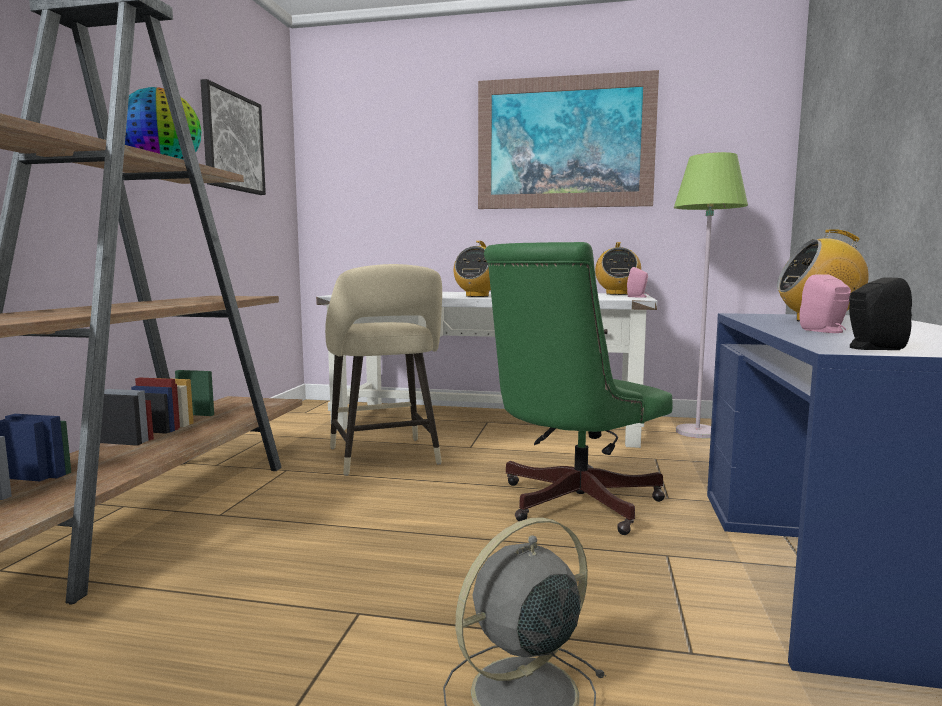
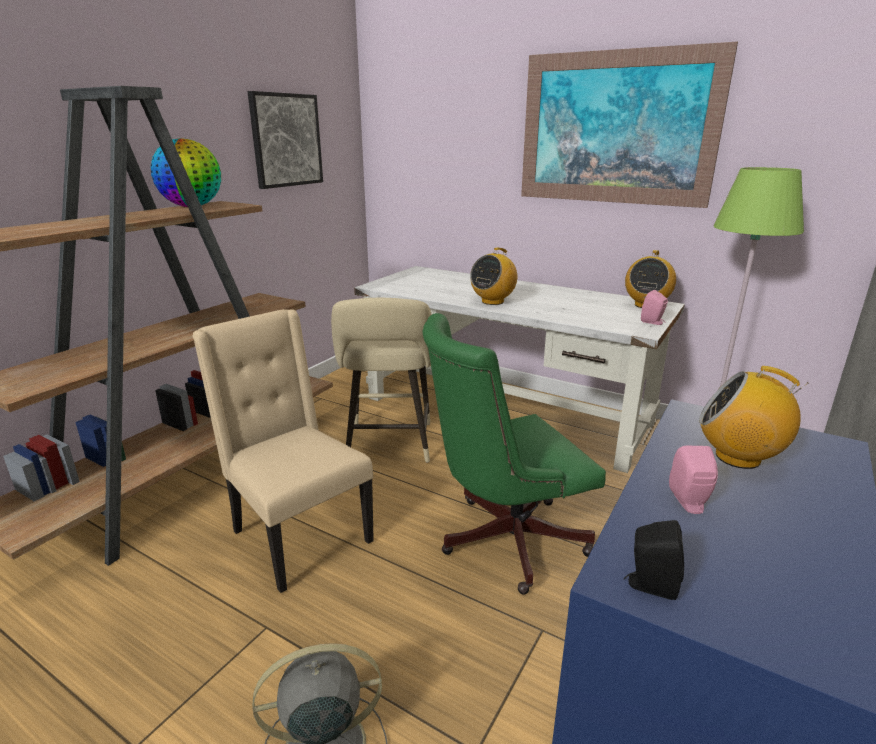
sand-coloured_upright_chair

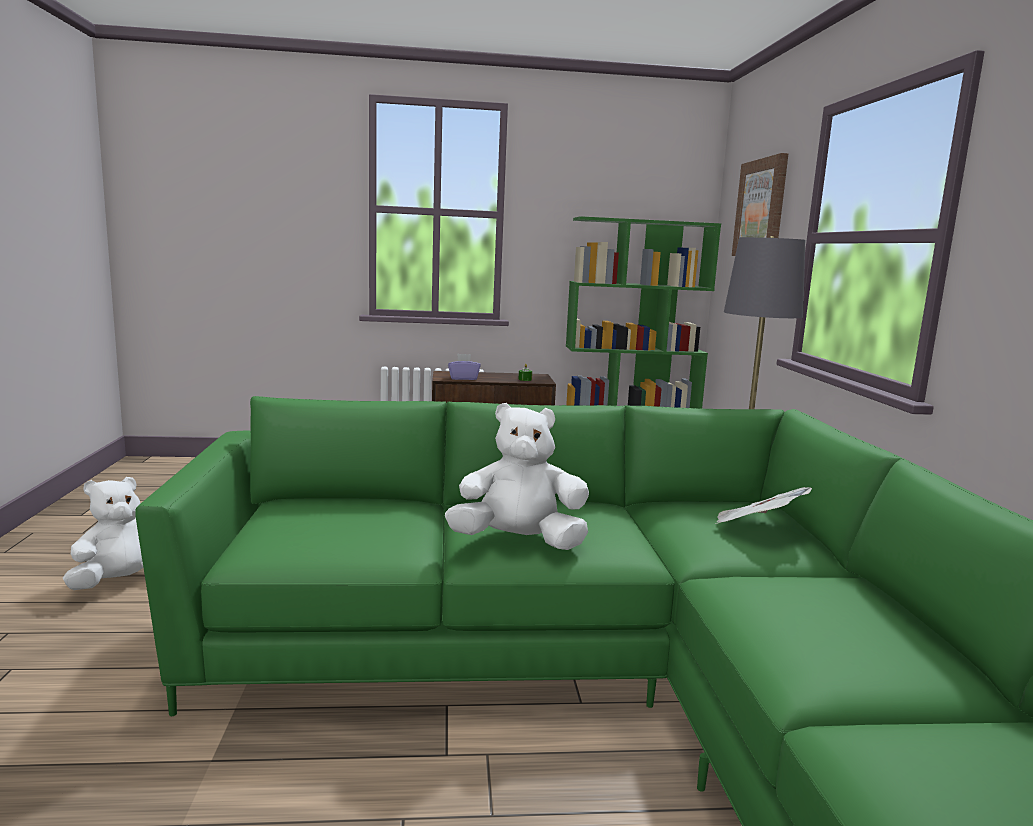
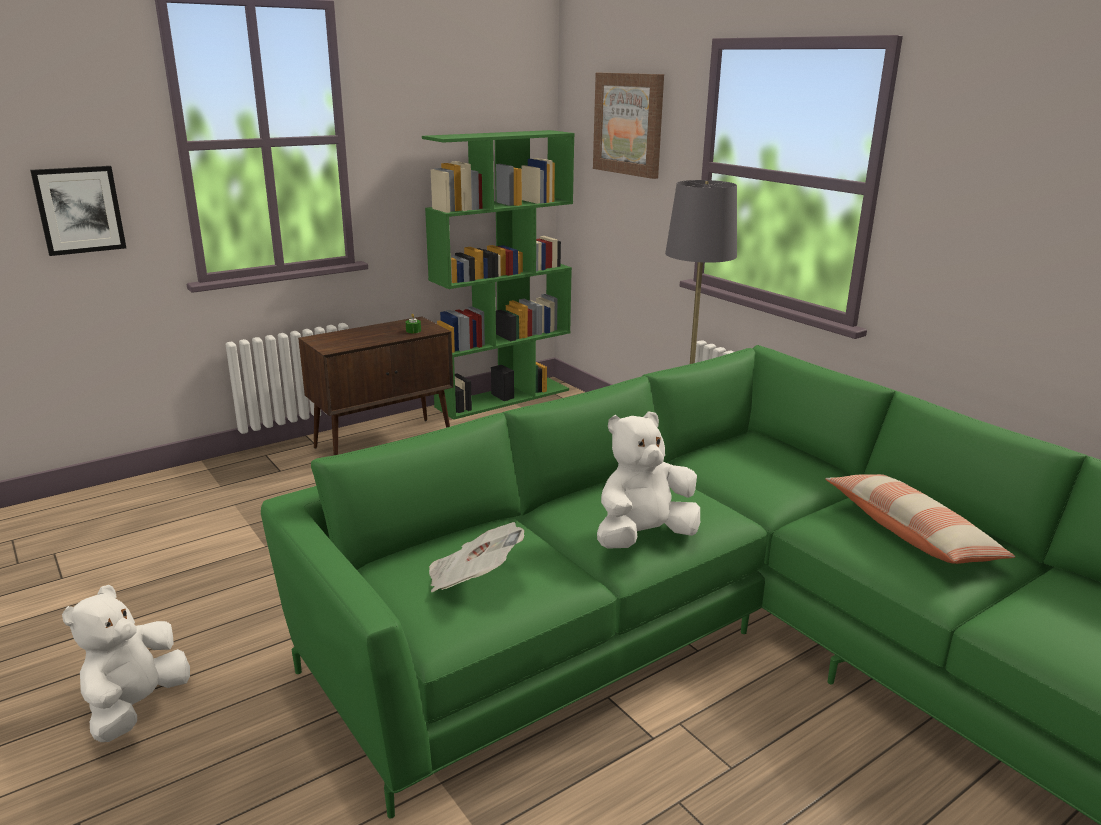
purple_tissue_box
printed_paper
picture (no. 1 from left)
pillow

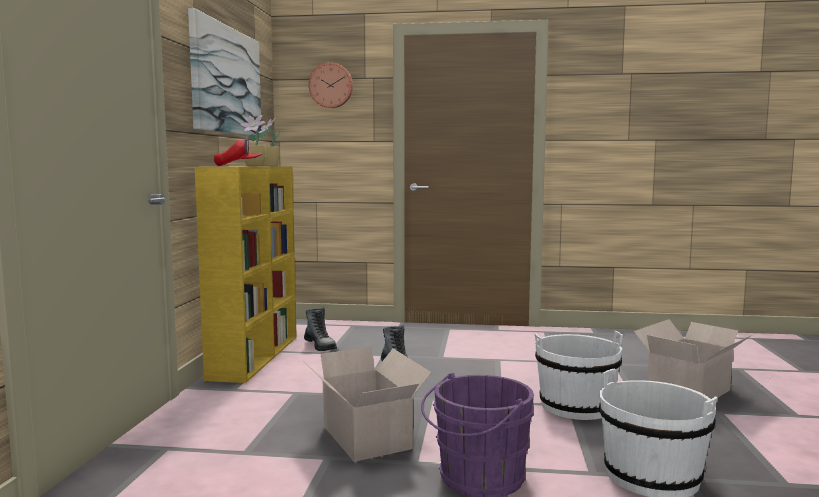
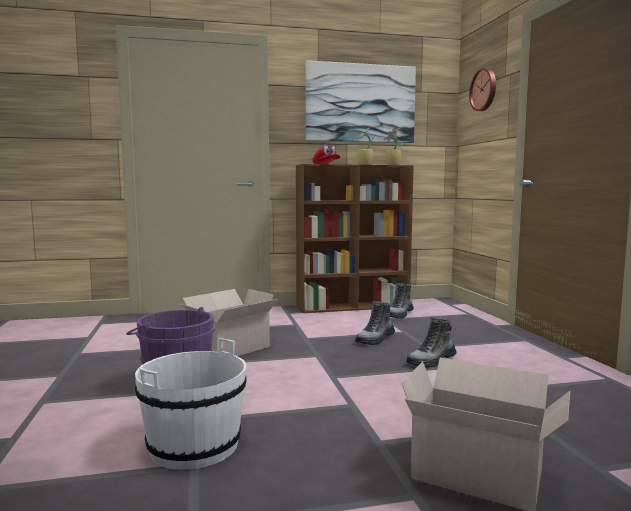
brown-coloured_shelving_unit
white-coloured_bucket (no. 1 from left in the first image)
tall_boot (no. 3 from left)

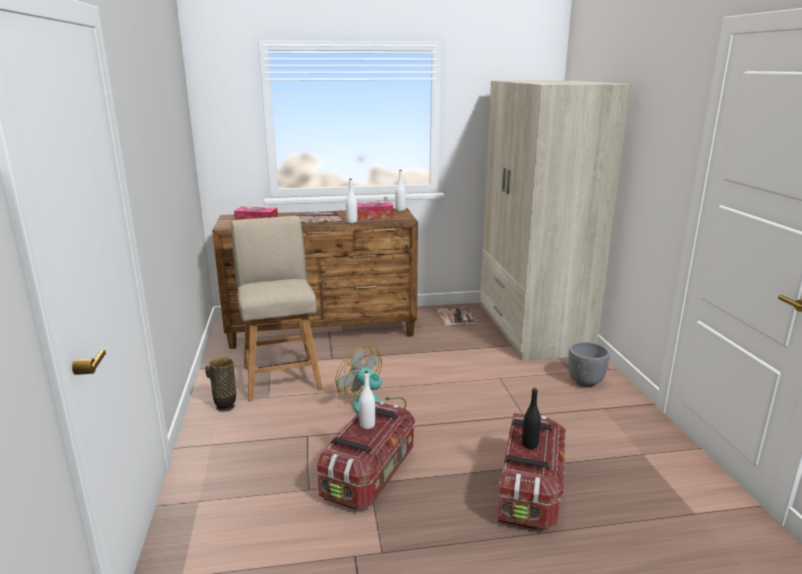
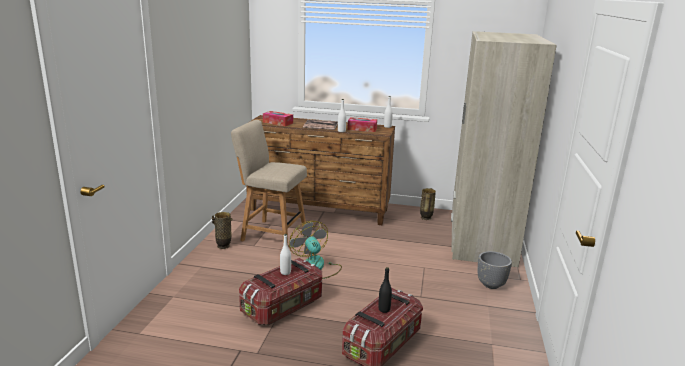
sand-coloured_upright_chair
decorative_vase (no. 2 from left)

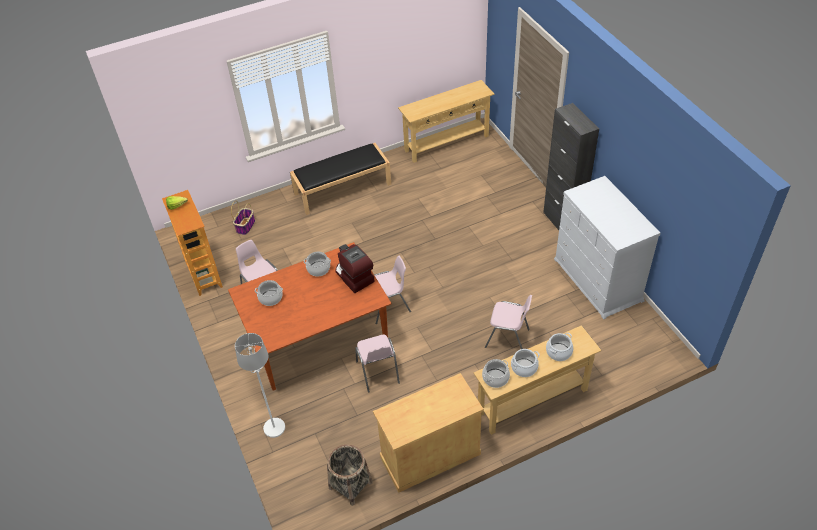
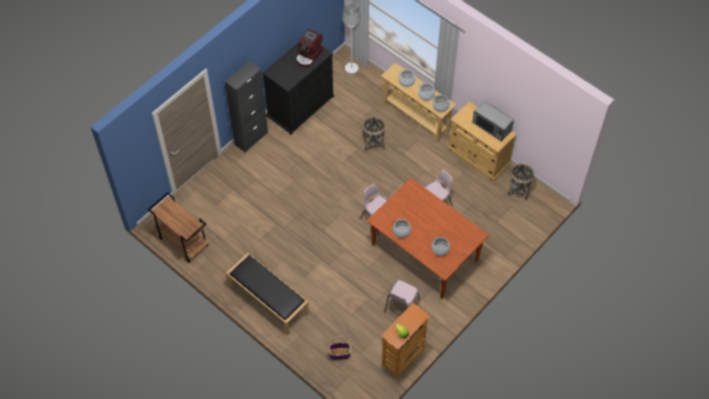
brown-coloured_trolley
blackish_chest_of_drawers
coffee_machine
storage_basket (no. 2 from left)
white-coloured_standing_lamp
microwave

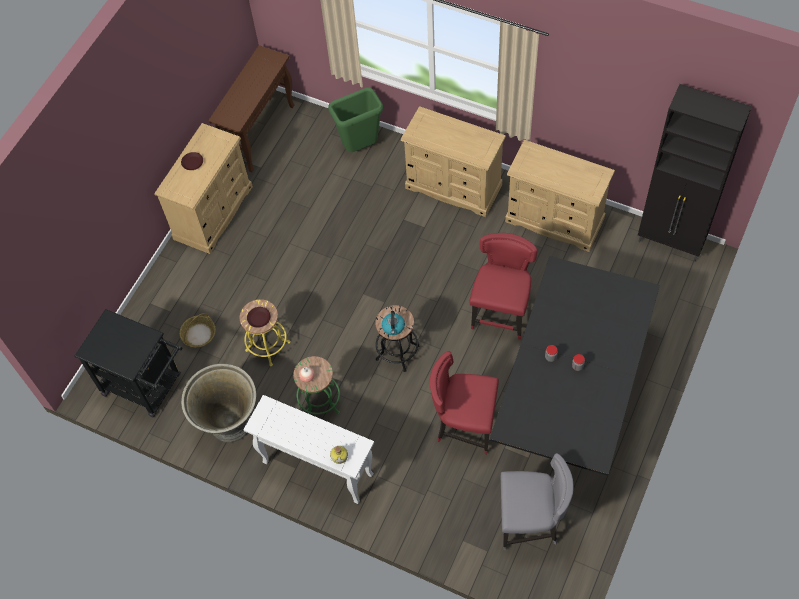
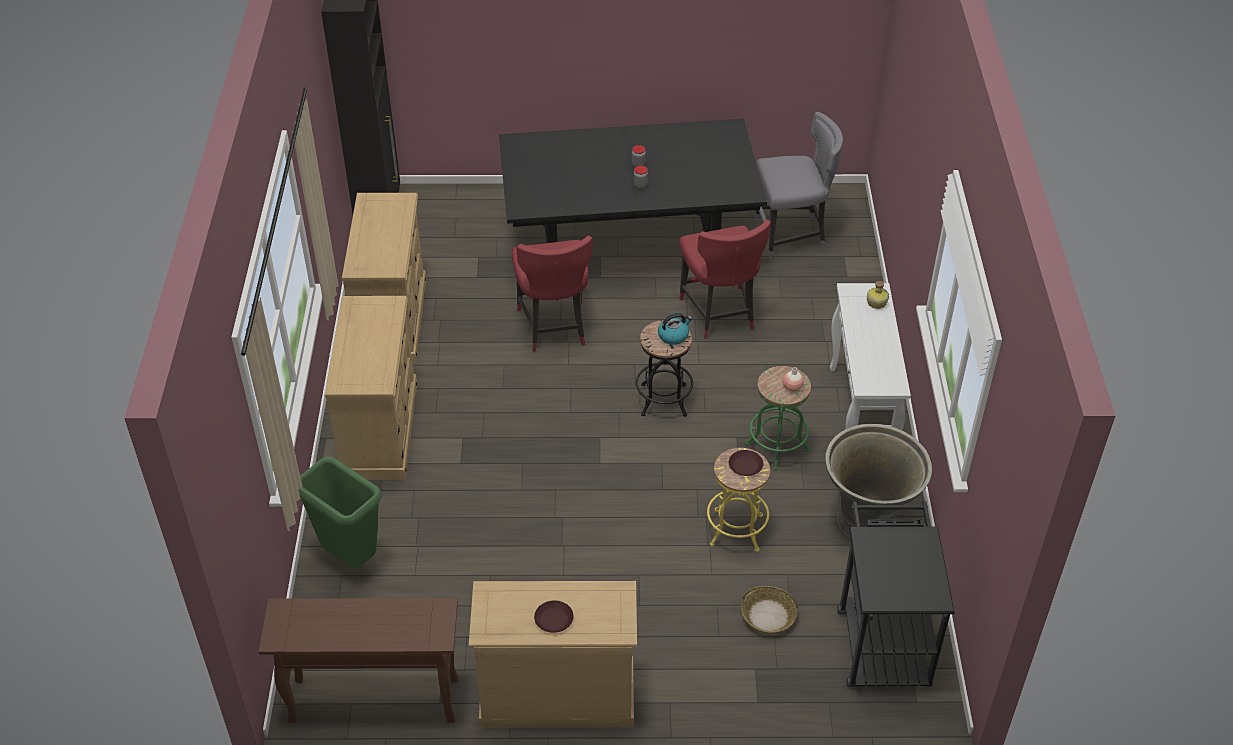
red-coloured_upright_chair (no. 1 from left)
grey_upright_chair

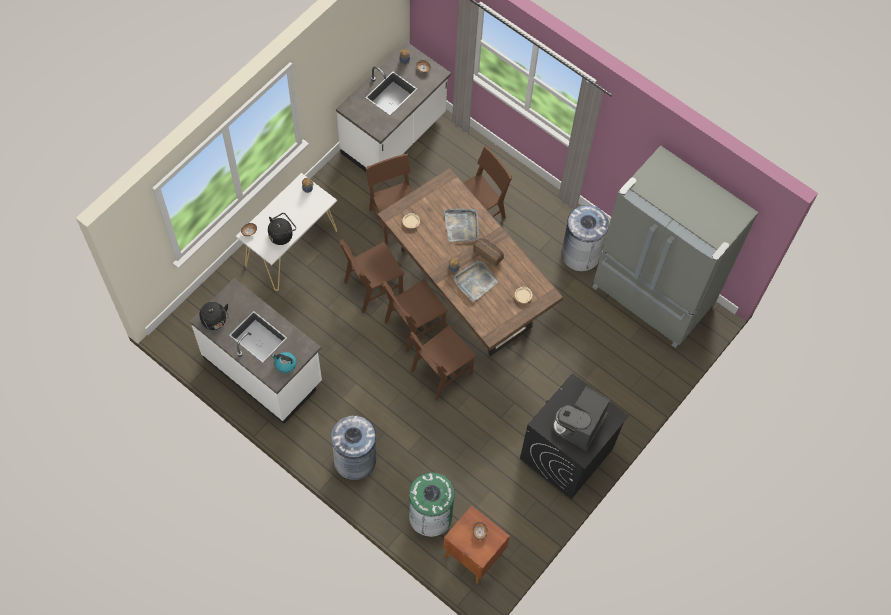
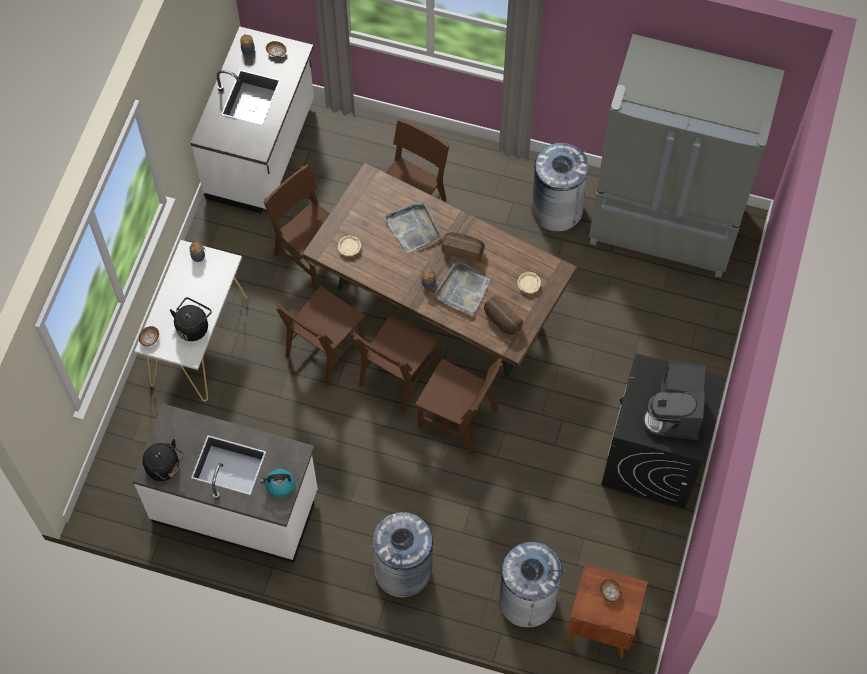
brown-coloured_upright_chair (no. 5 from left)
grey_waste_bin (no. 2 from left)
baked_bread (no. 2 from left)

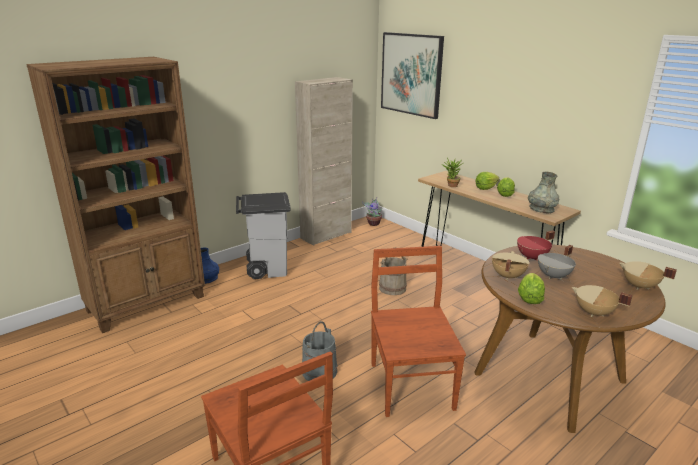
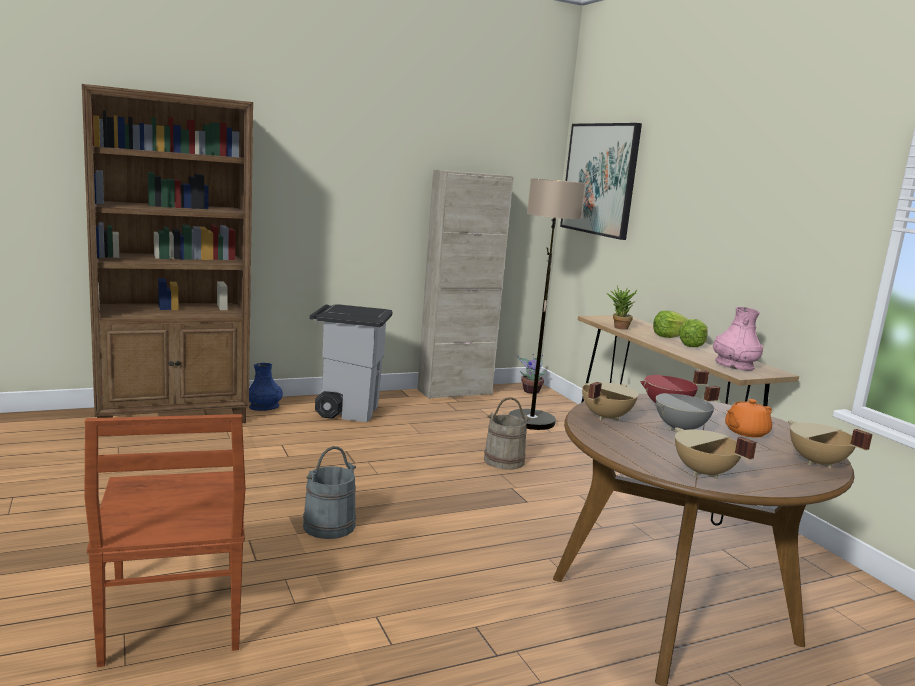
pink_decorative_vase
brown-coloured_upright_chair (no. 2 from left in the first image)
lettuce_head (no. 3 from left in the first image)
standing_lamp
orange-coloured_teapot

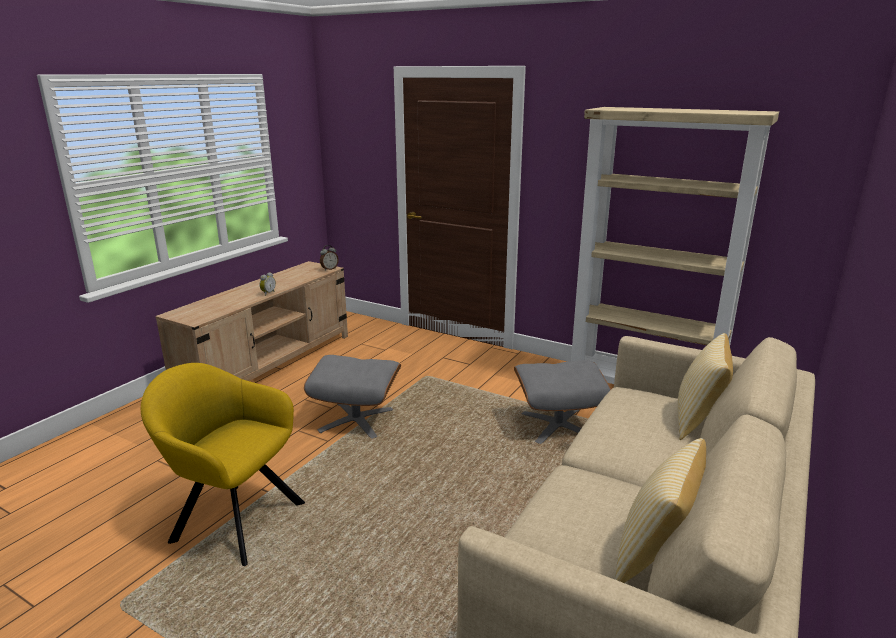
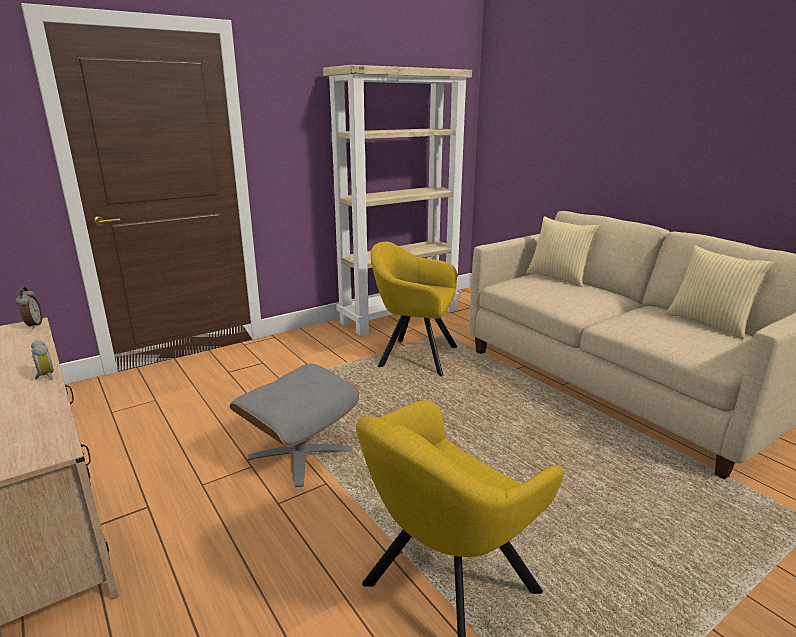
yellowish_easy_chair (no. 1 from left)

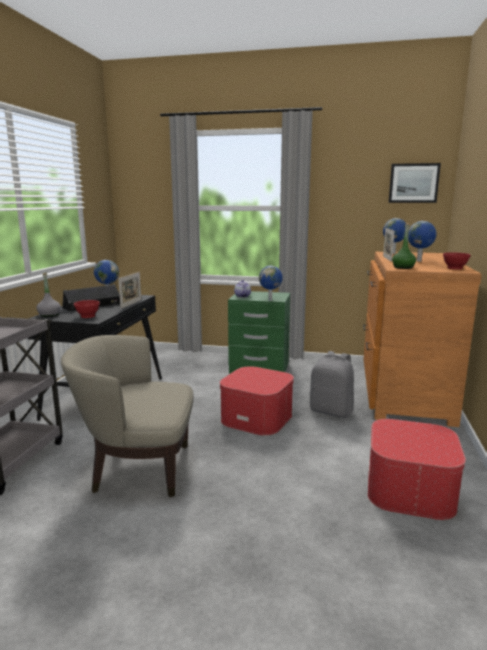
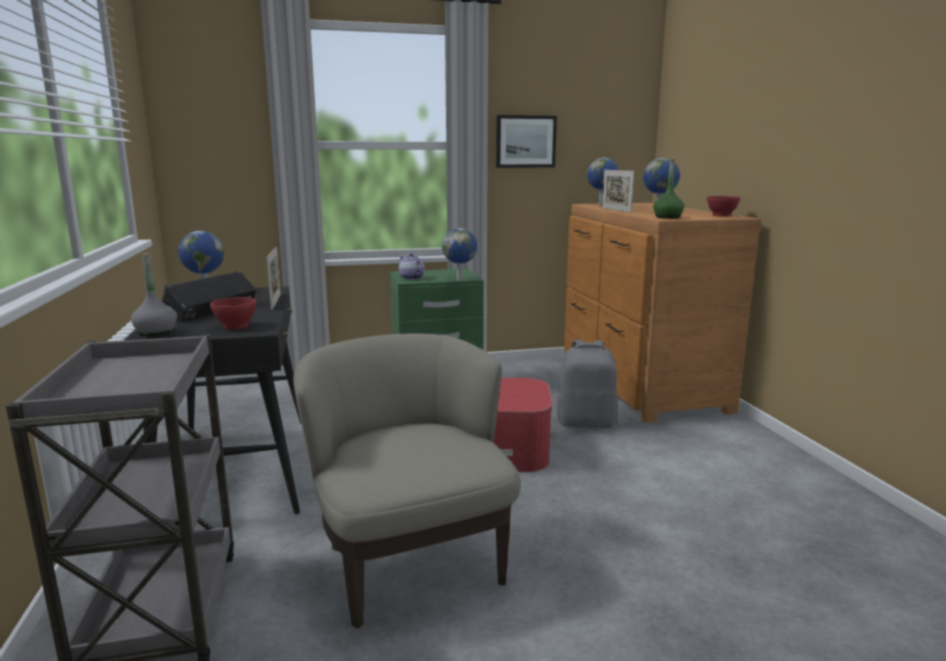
picture
sand-coloured_easy_chair
ottoman (no. 2 from left in the first image)

